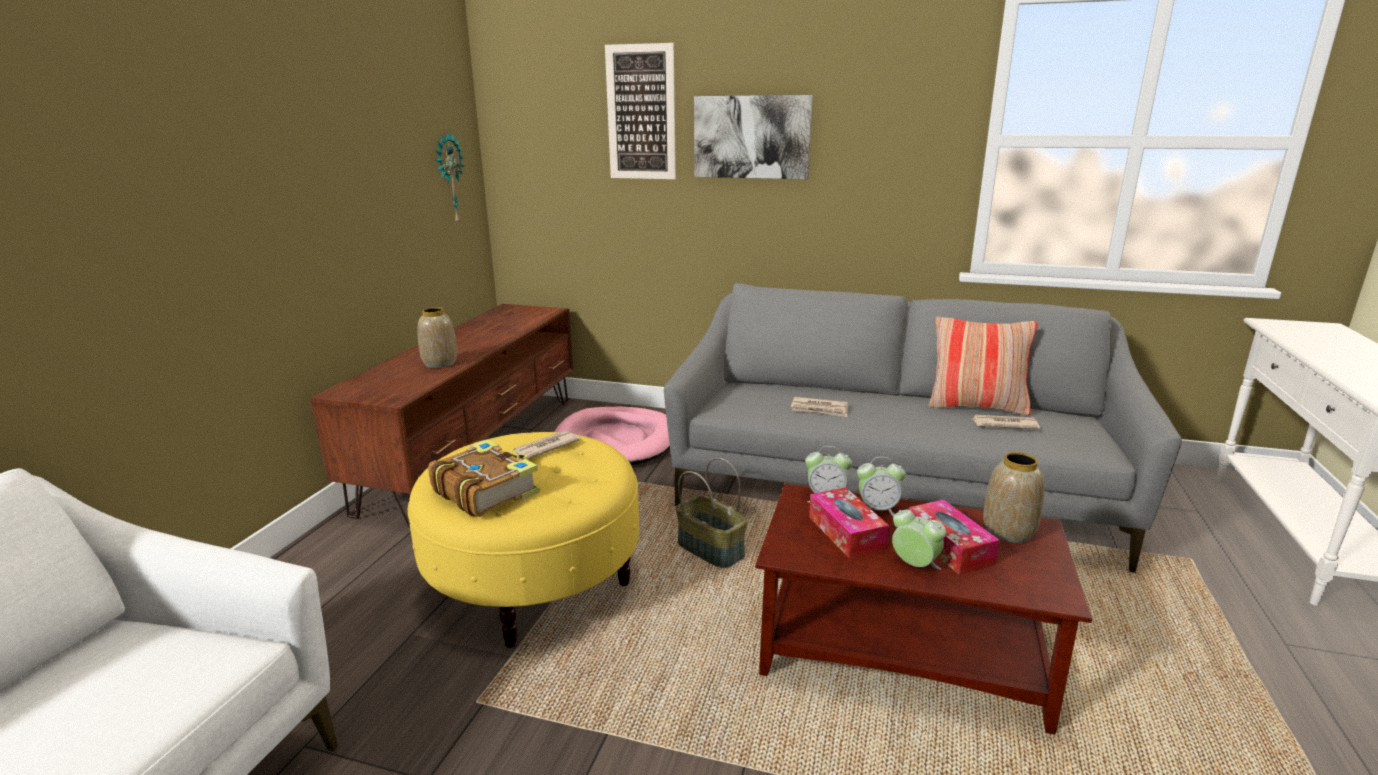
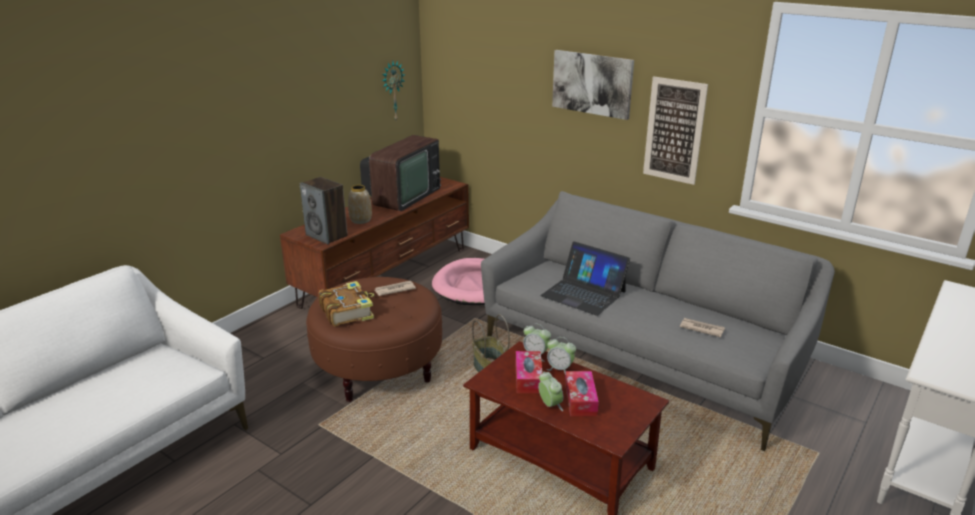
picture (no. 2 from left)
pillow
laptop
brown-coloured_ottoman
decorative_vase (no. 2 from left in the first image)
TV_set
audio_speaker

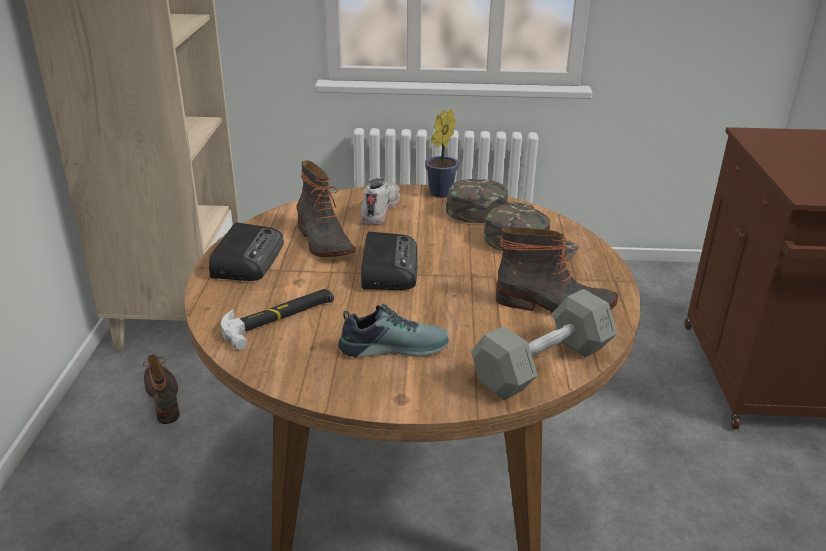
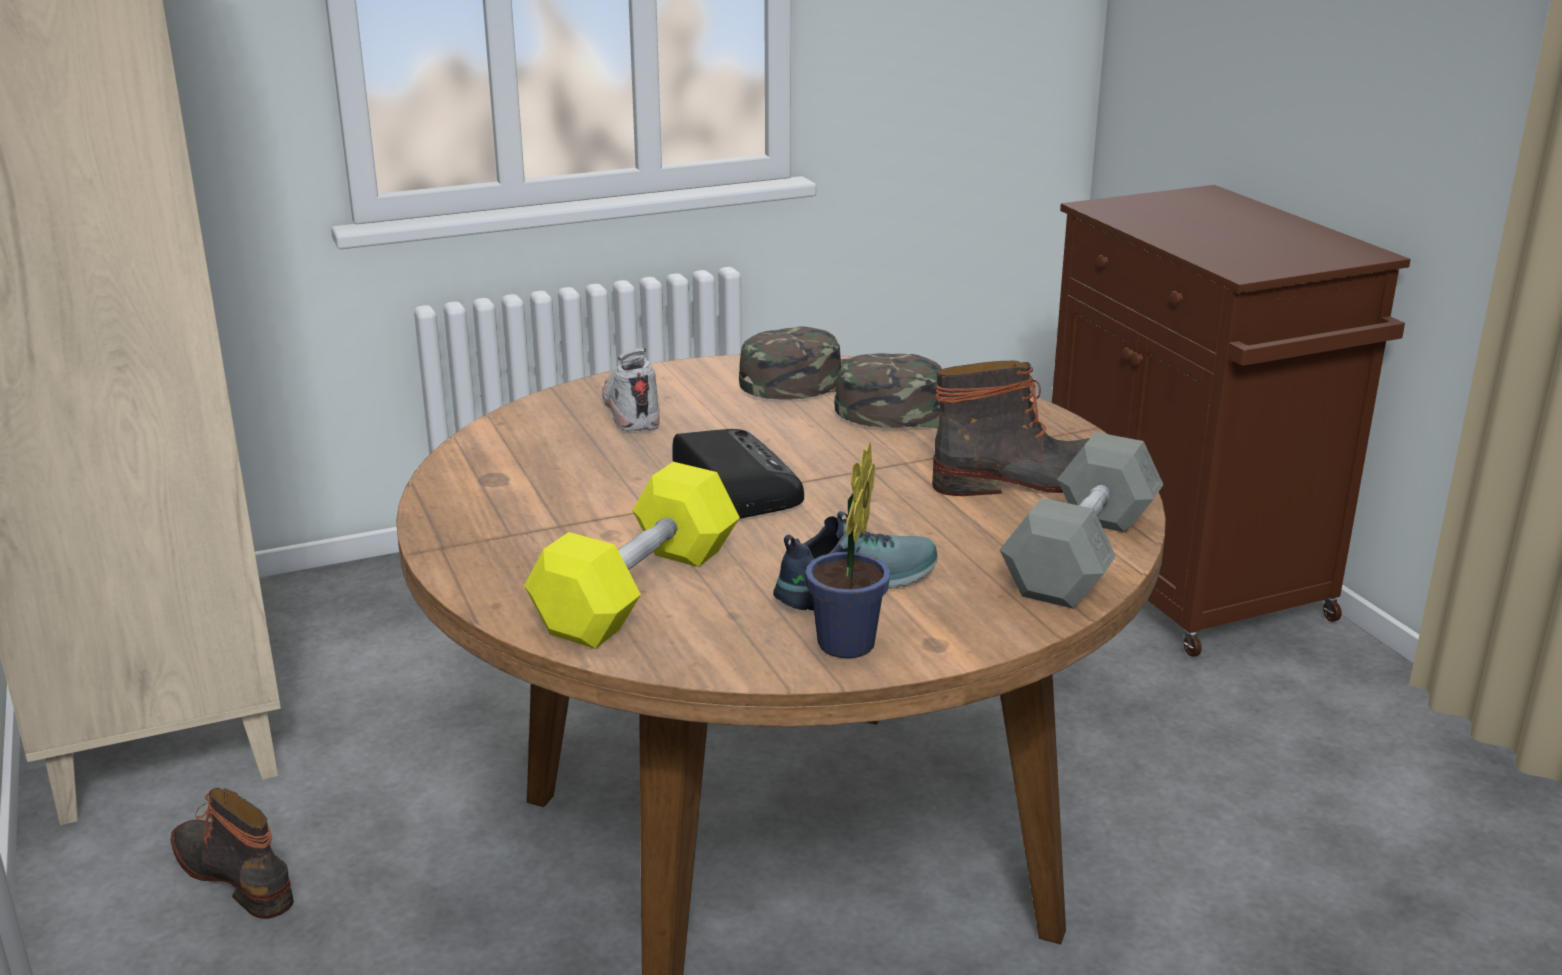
plant_in_a_pot
tall_boot (no. 2 from left in the first image)
radio_receiver (no. 1 from left in the first image)
yellowish_dumbbell

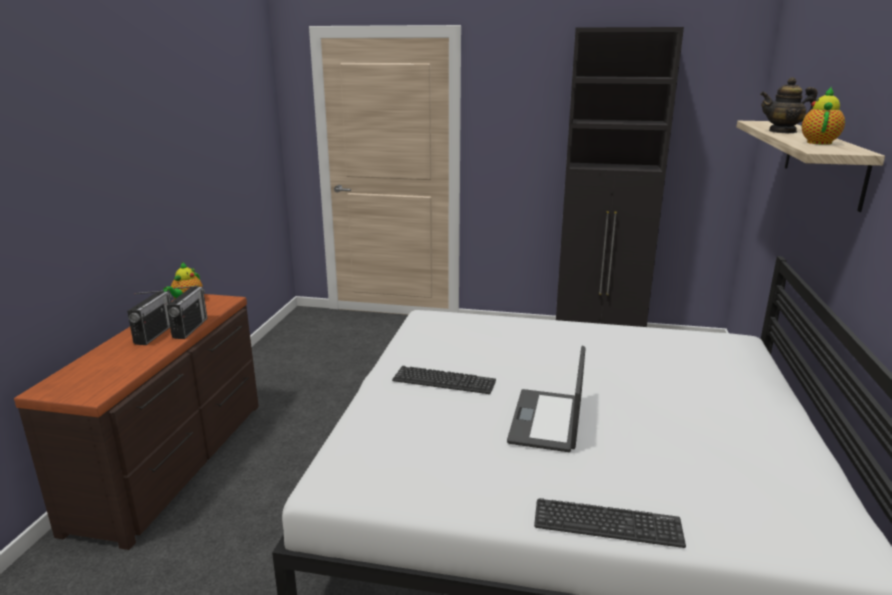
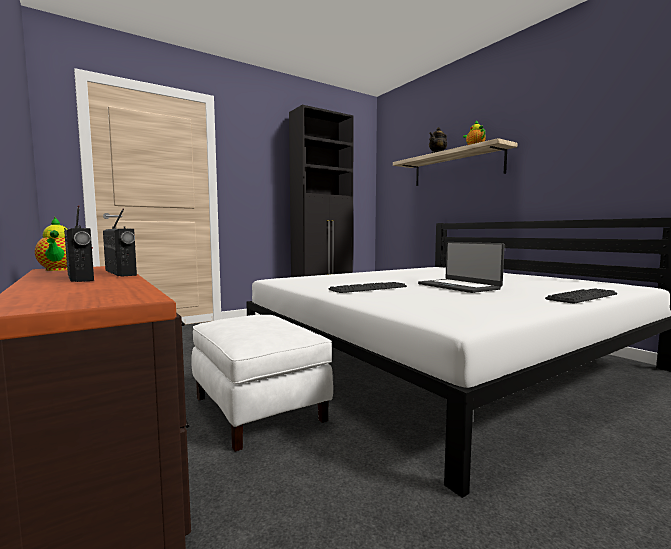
white-coloured_ottoman

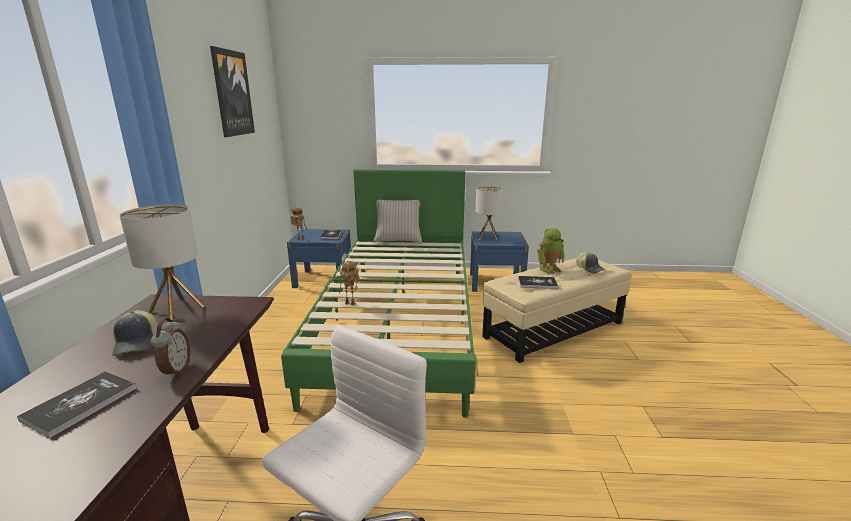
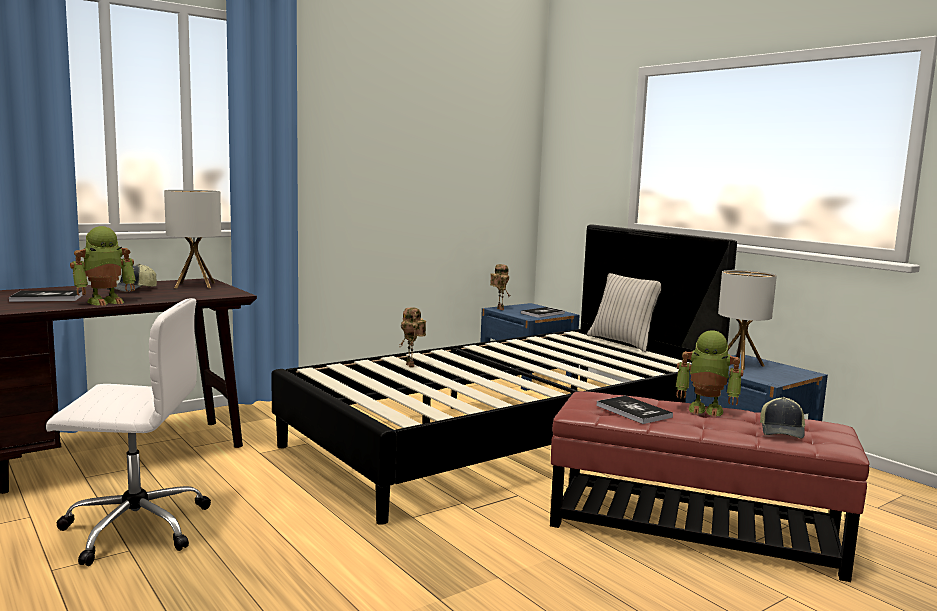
picture
blackish_sleeping_bed
red-coloured_ottoman
robot_figure (no. 1 from left)

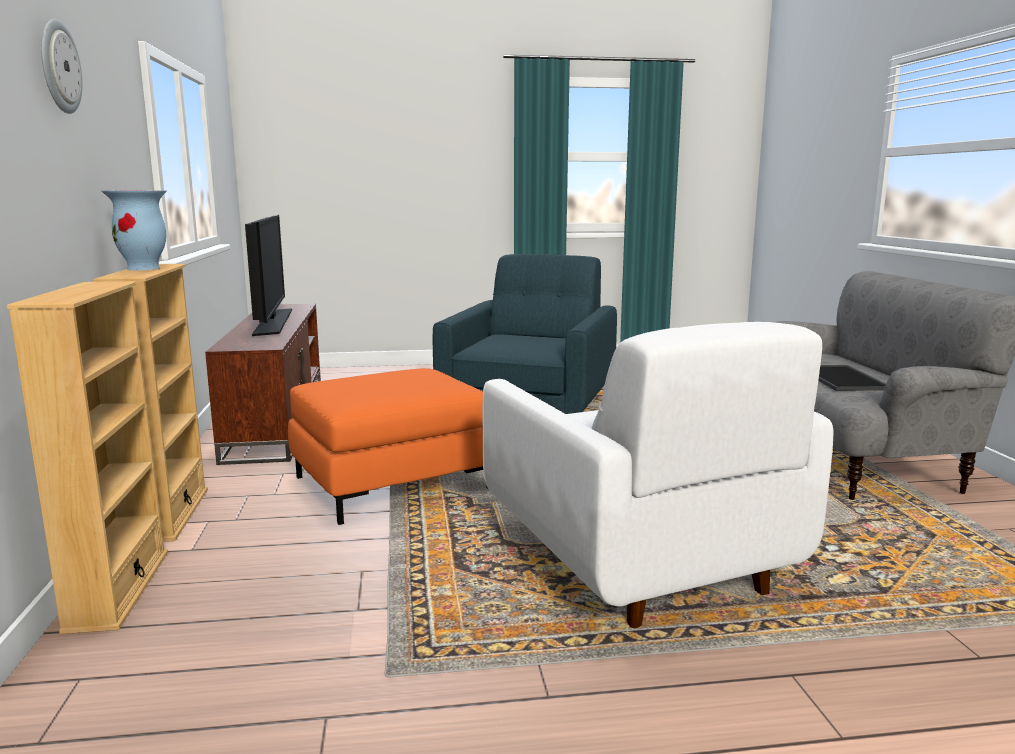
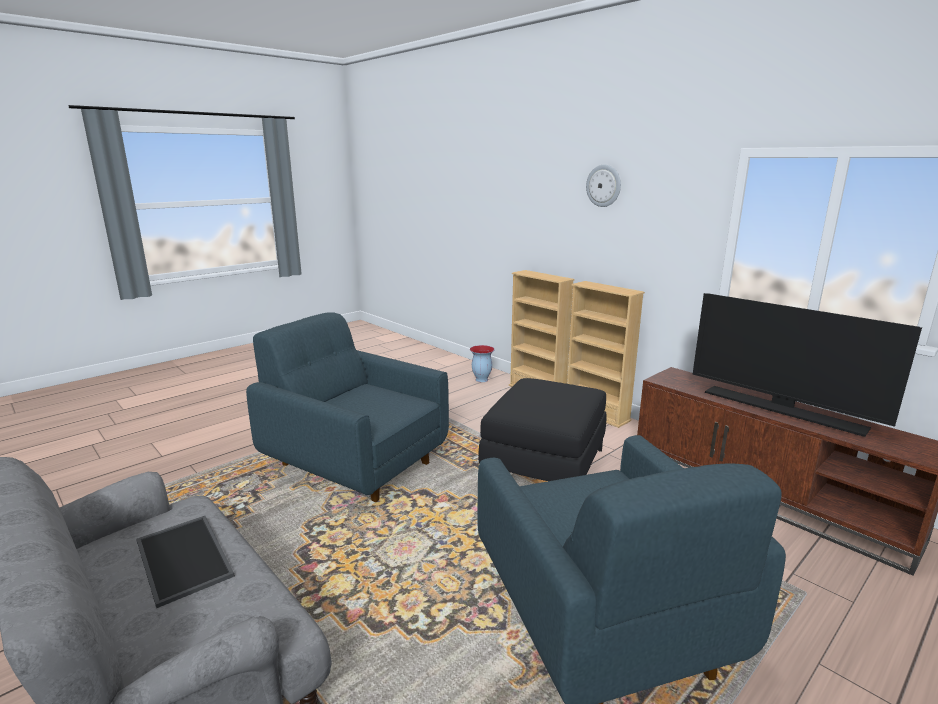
decorative_vase
blue-coloured_easy_chair (no. 1 from left)
blackish_ottoman

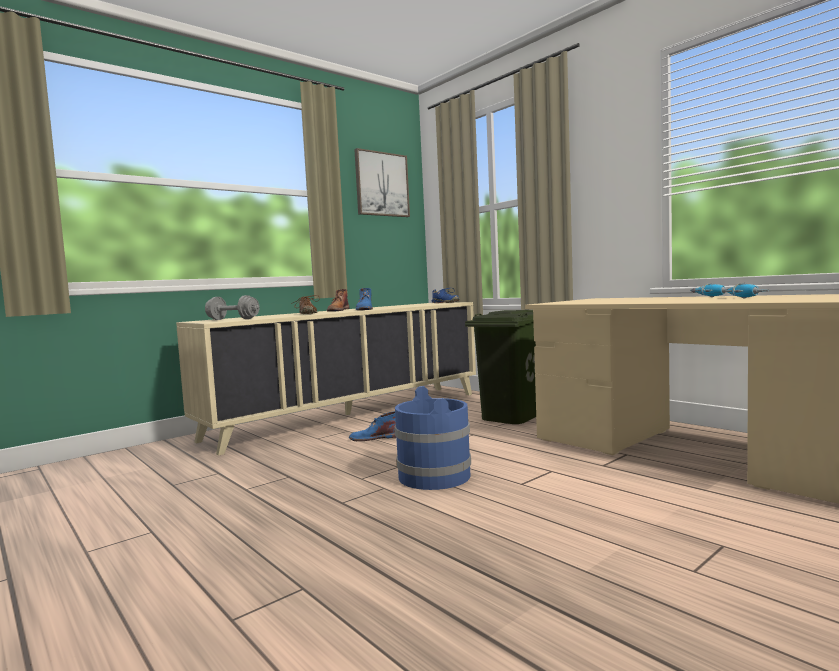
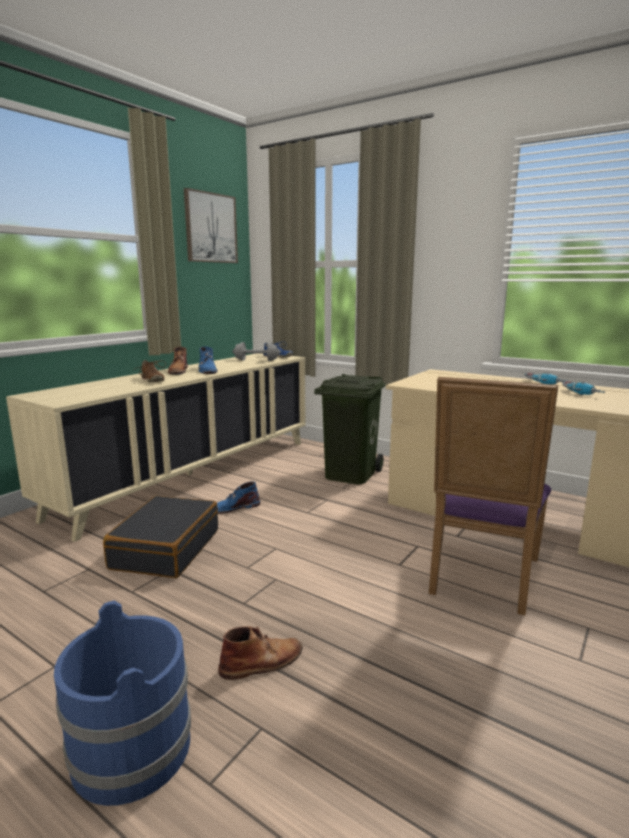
grey_dumbbell
blue-coloured_bucket
purple_upright_chair
blackish_travel_case
brown-coloured_tall_boot (no. 2 from left)

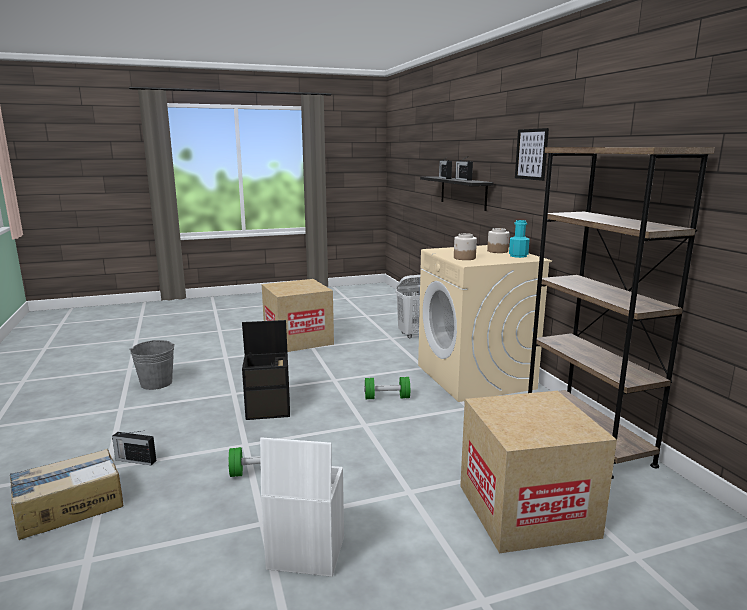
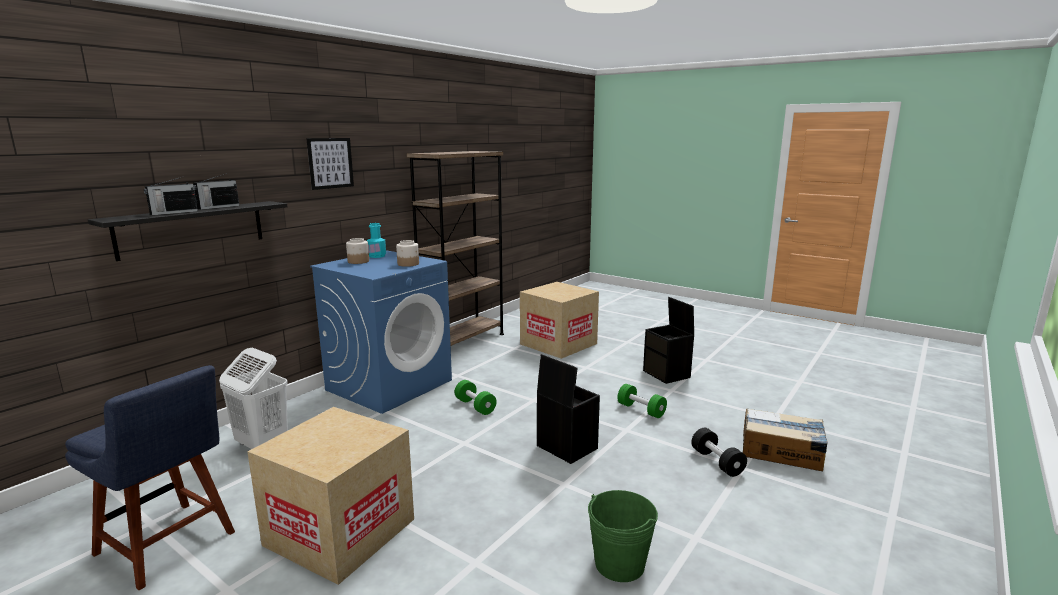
blue-coloured_washing_machine
greenish_bucket
blackish_dumbbell
blackish_storage_container (no. 2 from left)
blue-coloured_upright_chair

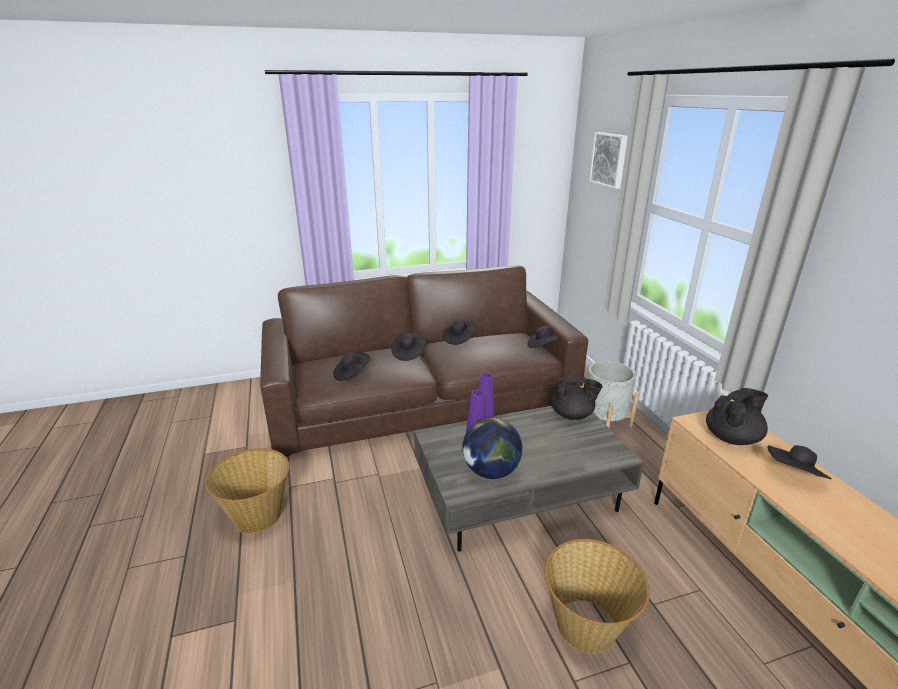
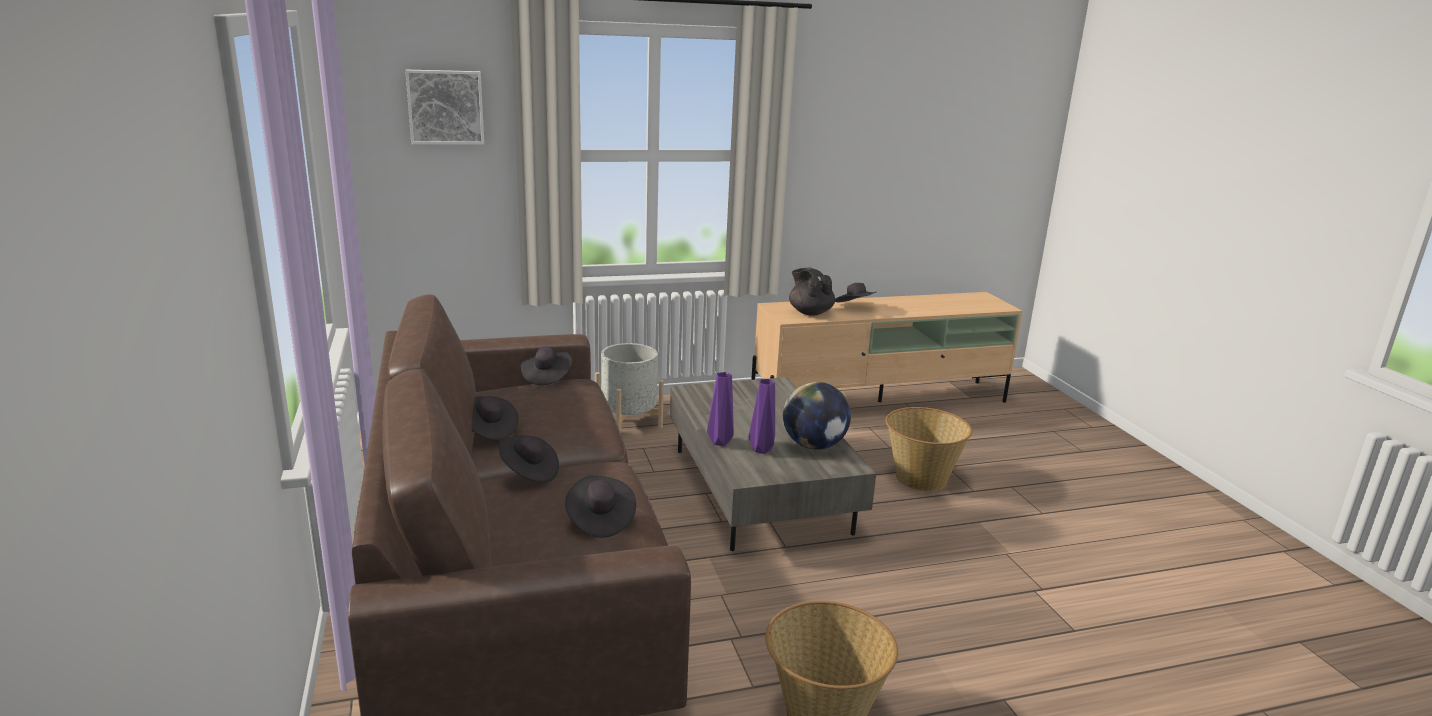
blackish_teapot (no. 1 from left in the first image)

